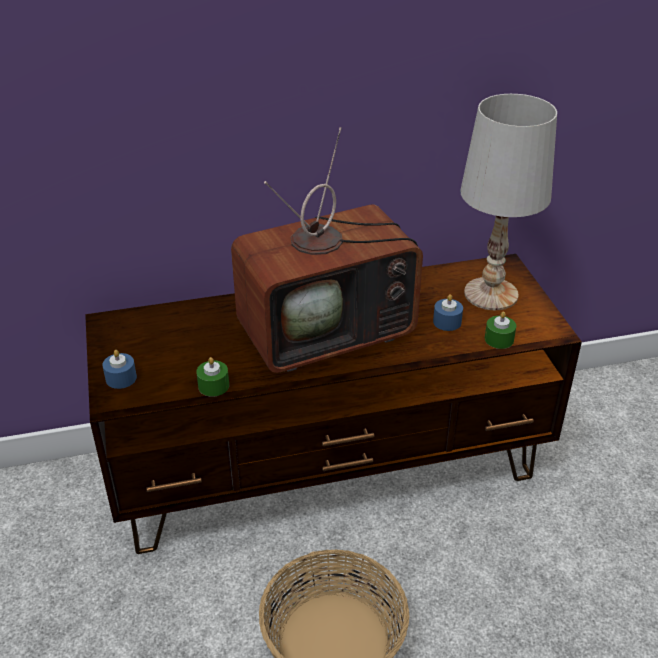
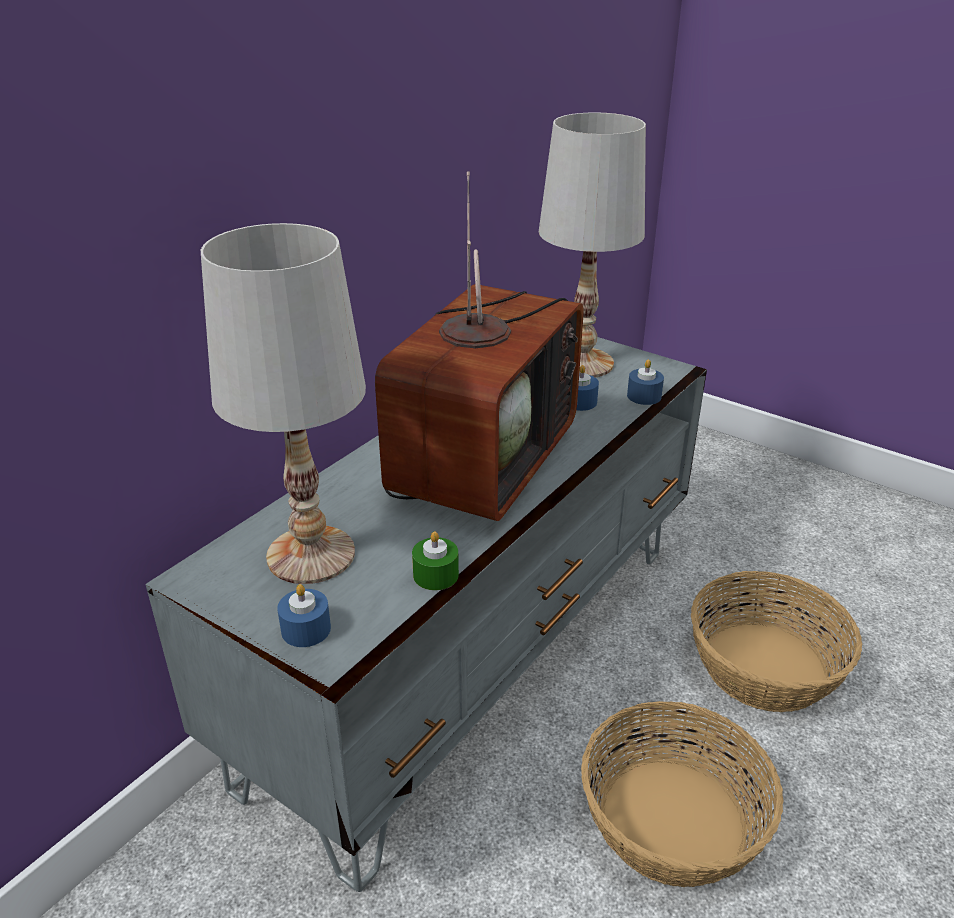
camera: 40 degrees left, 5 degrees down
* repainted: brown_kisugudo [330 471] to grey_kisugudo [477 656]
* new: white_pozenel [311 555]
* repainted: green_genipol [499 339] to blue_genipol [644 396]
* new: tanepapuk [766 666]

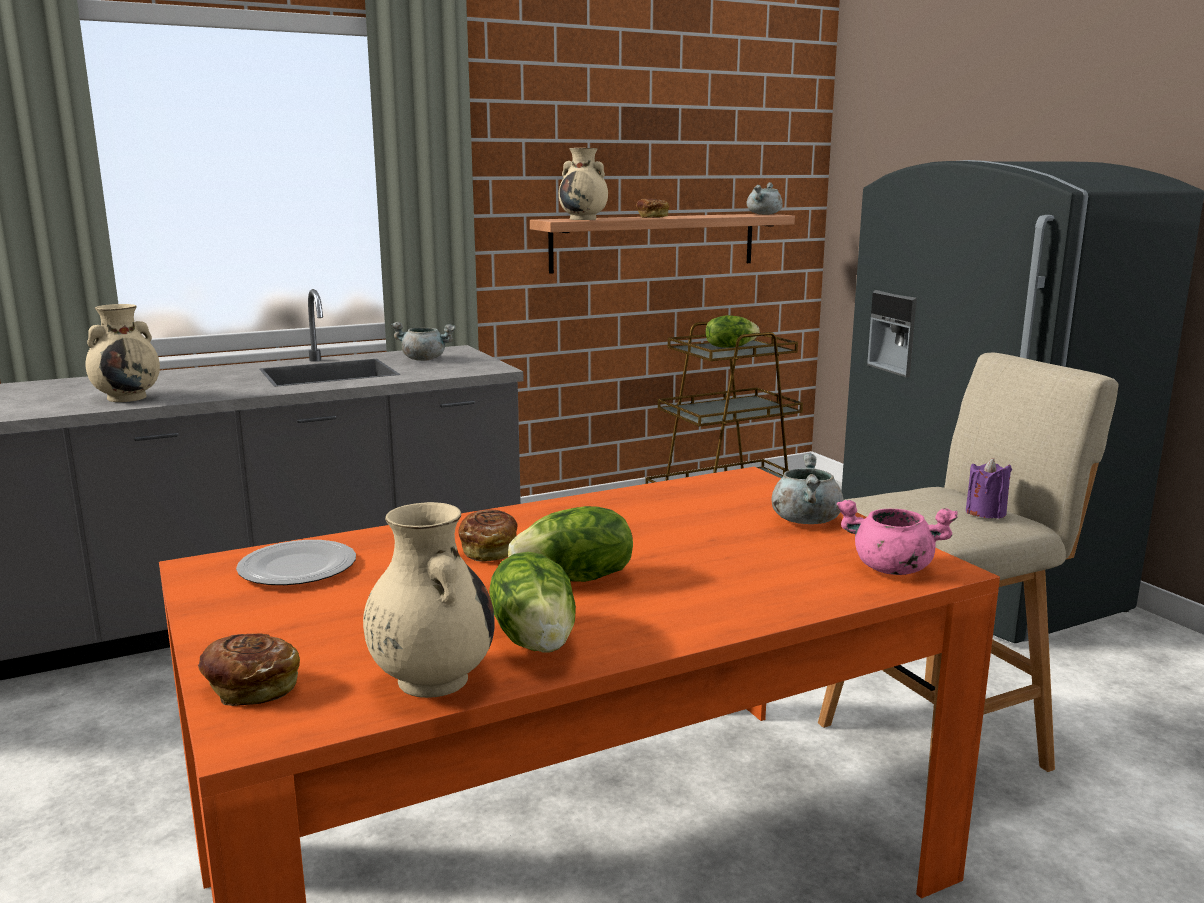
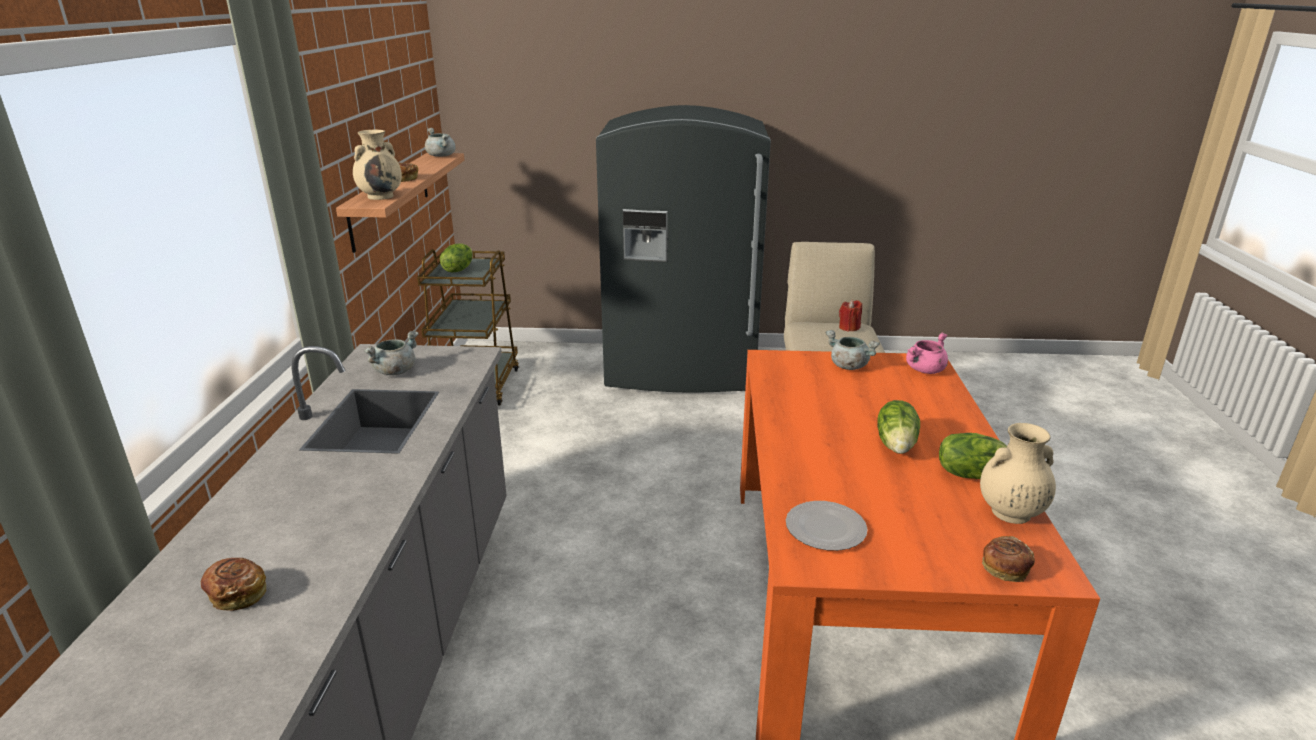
camera: 60 degrees left, 10 degrees up
* shifted: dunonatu [490 550] to [237 594]
* repainted: purple_genipol [985 512] to red_genipol [849 327]
* gone: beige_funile [128 397]

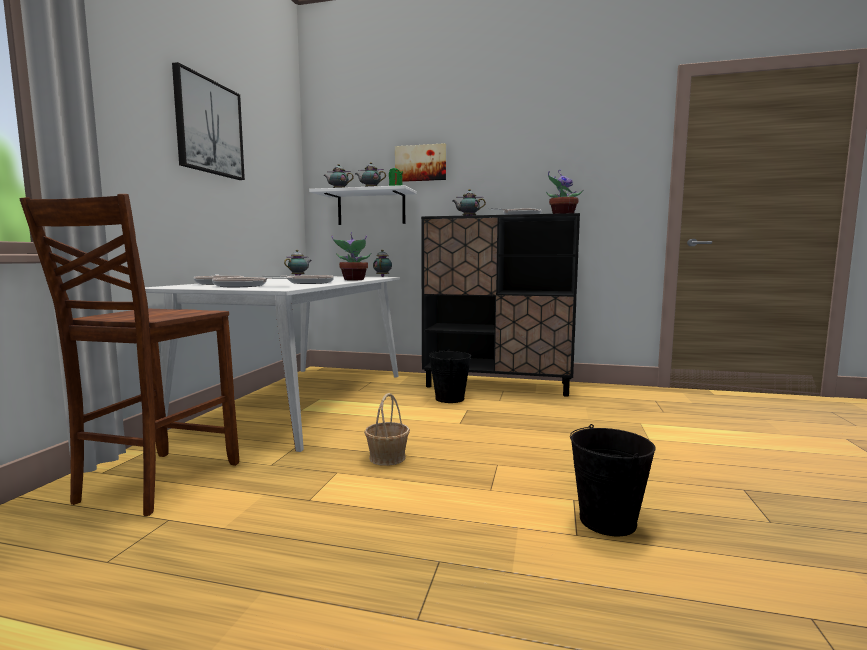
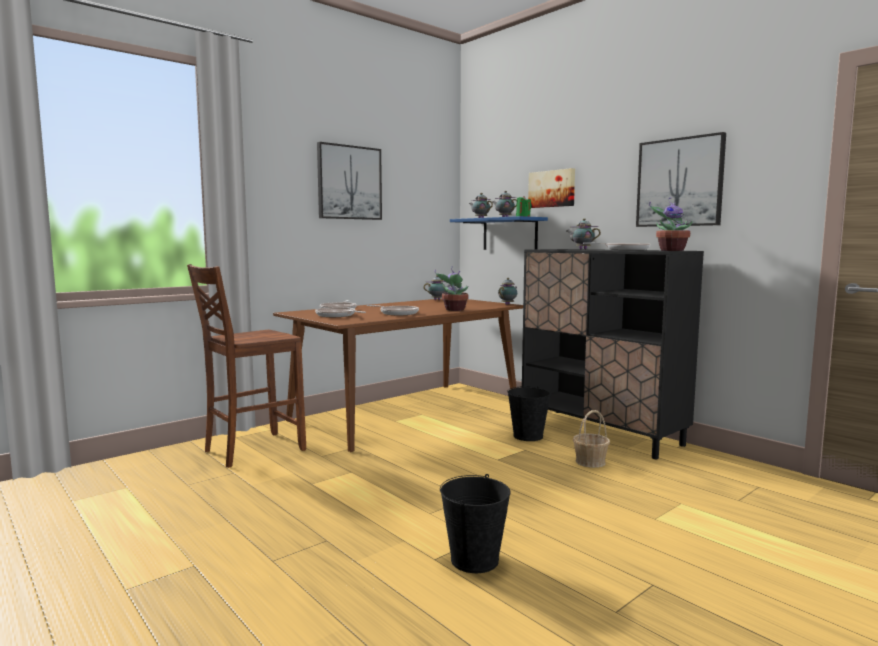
camera: 35 degrees right, 0 degrees up
* repainted: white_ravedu [301 401] to brown_ravedu [406 413]
* repainted: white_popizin [371 208] to blue_popizin [509 234]
* shifted: tanepapuk [387 458] to [590 462]
* new: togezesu [679 182]

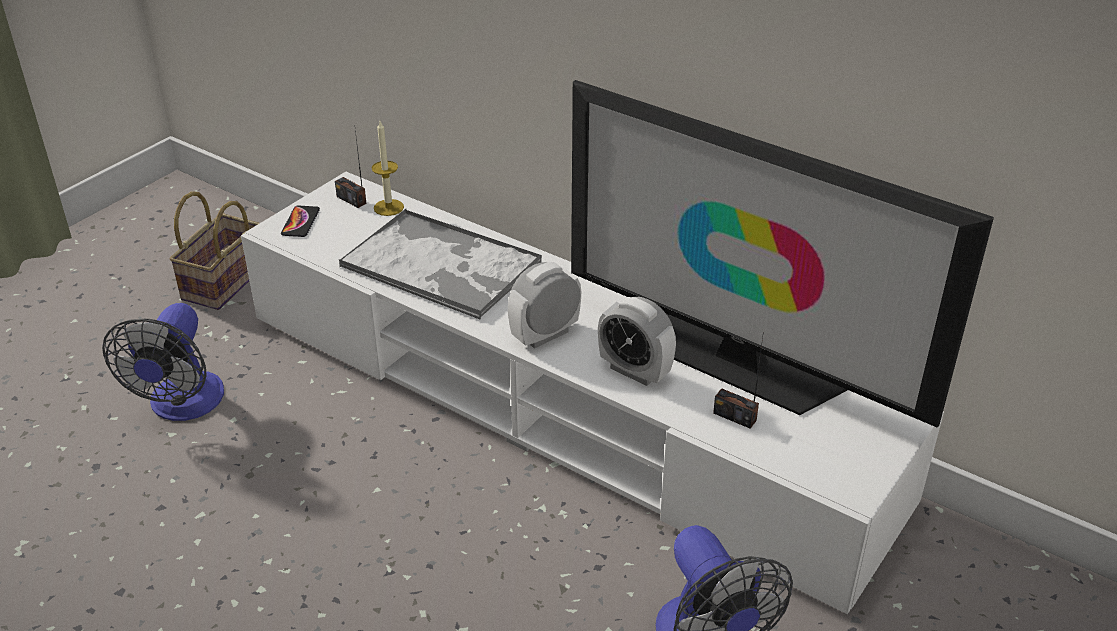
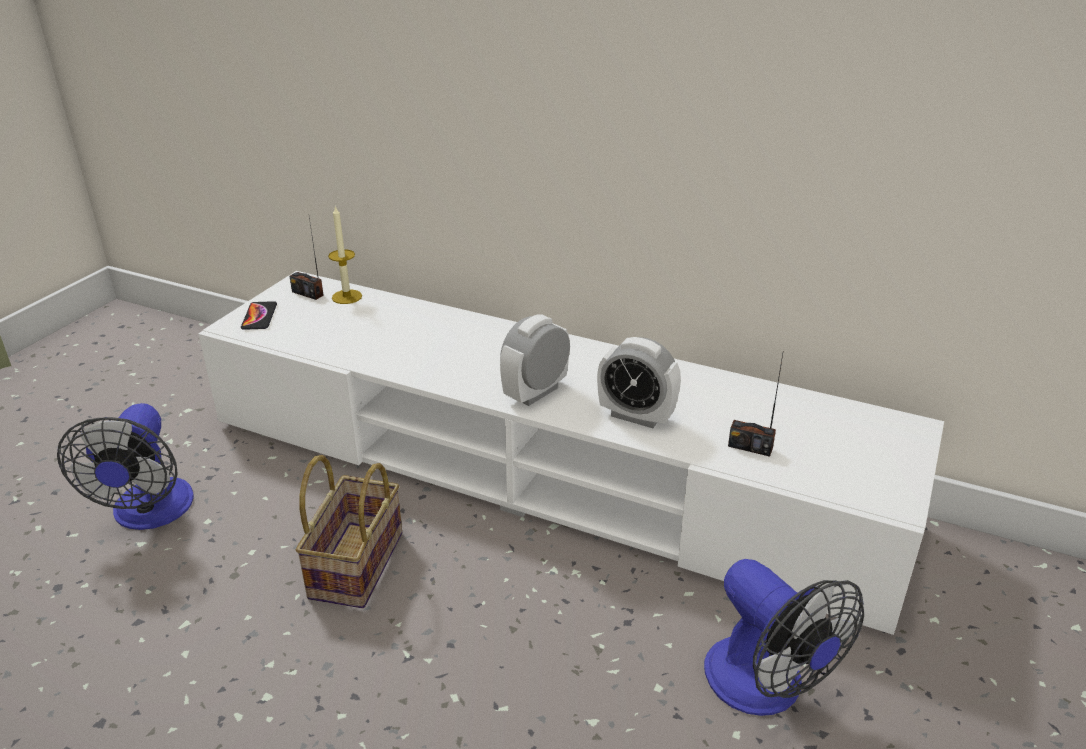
camera: 10 degrees left, 5 degrees down
* shifted: tanepapuk [224 280] to [355 562]
* gone: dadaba [442 265]
* gone: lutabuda [741 362]

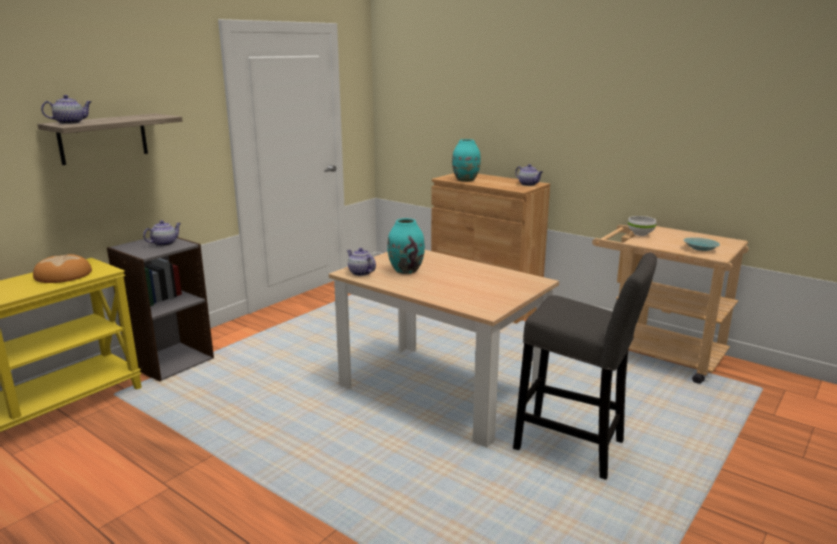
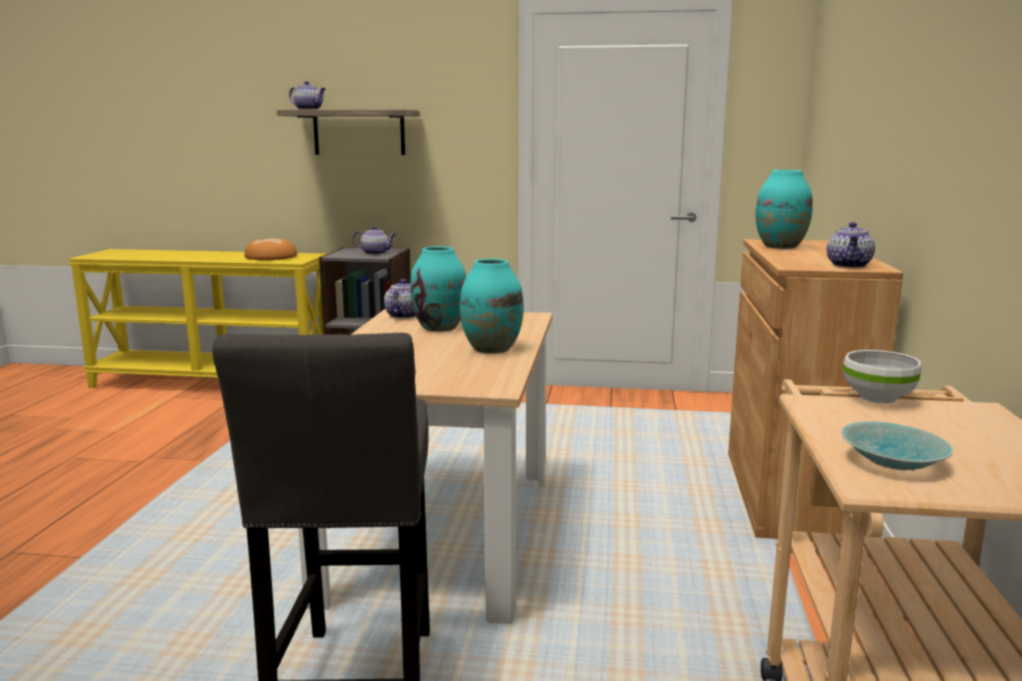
camera: 60 degrees right, 5 degrees down
* new: turquoise_funile [491 349]

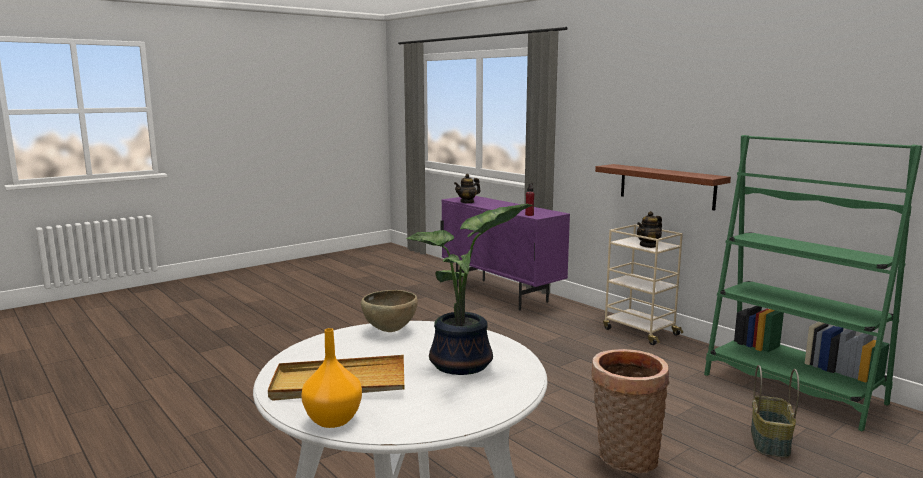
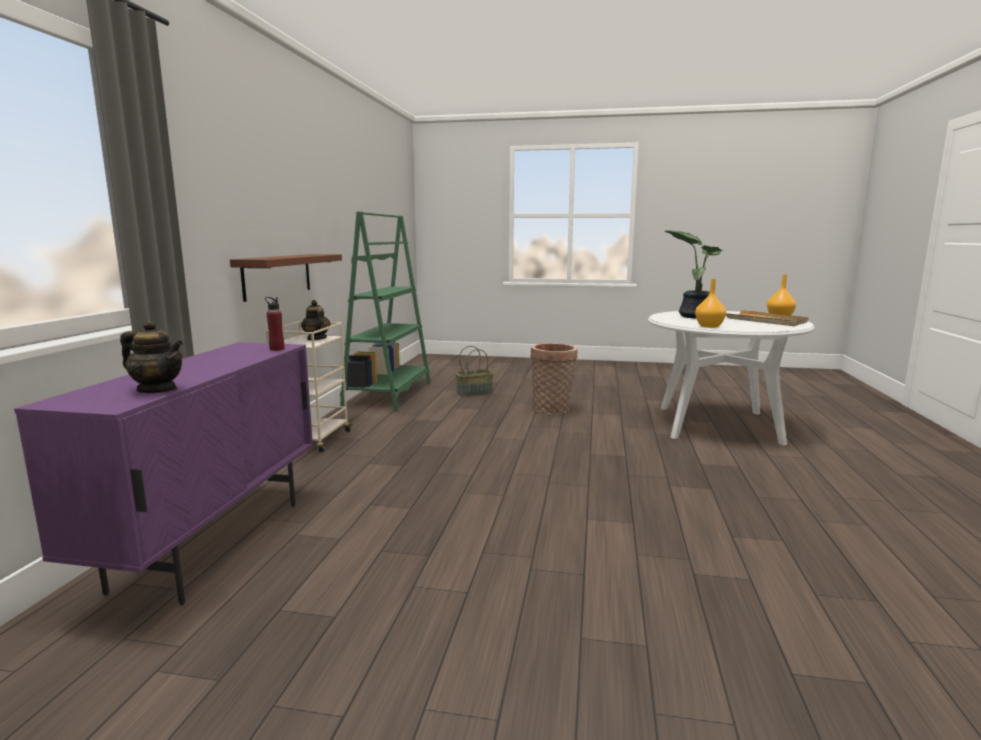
camera: 130 degrees left, 0 degrees up
* rotated: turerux [648 245] = [316 339] 135 degrees counterclockwise
* swapped: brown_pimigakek [390 330] to orange_funile [708 326]

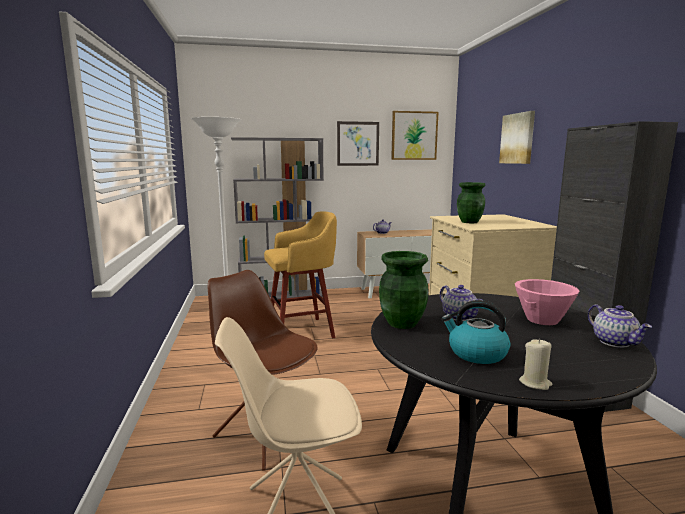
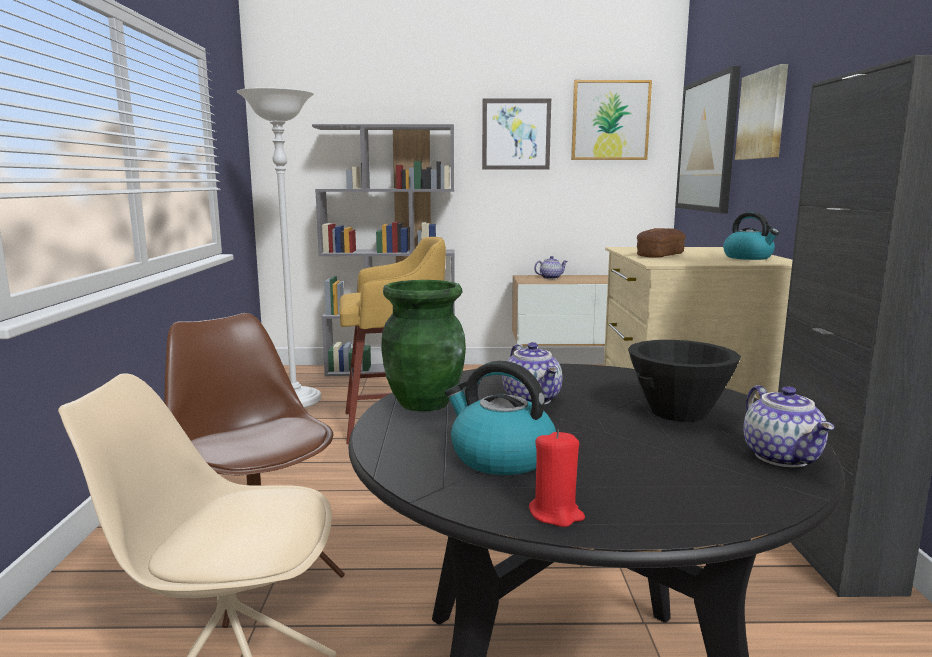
camera: 10 degrees right, 0 degrees up
* repainted: beige_genipol [535 383] to red_genipol [556 514]
* repainted: pink_pimigakek [541 319] to black_pimigakek [677 412]
* swapped: green_funile [470 222] to dunonatu [660 255]
* new: togezesu [707 145]
* new: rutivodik [748 257]

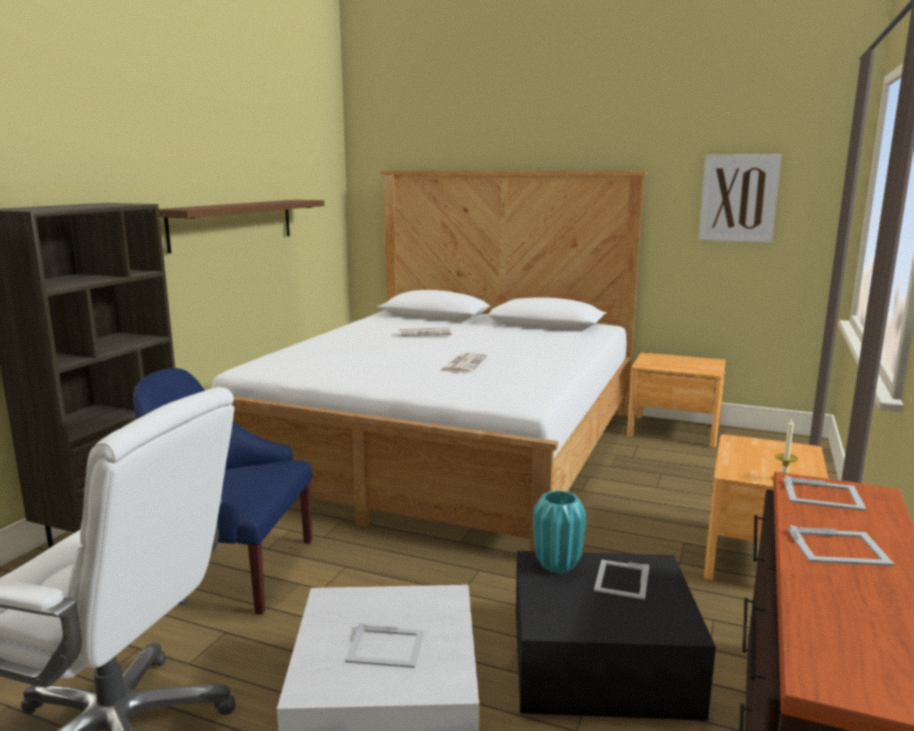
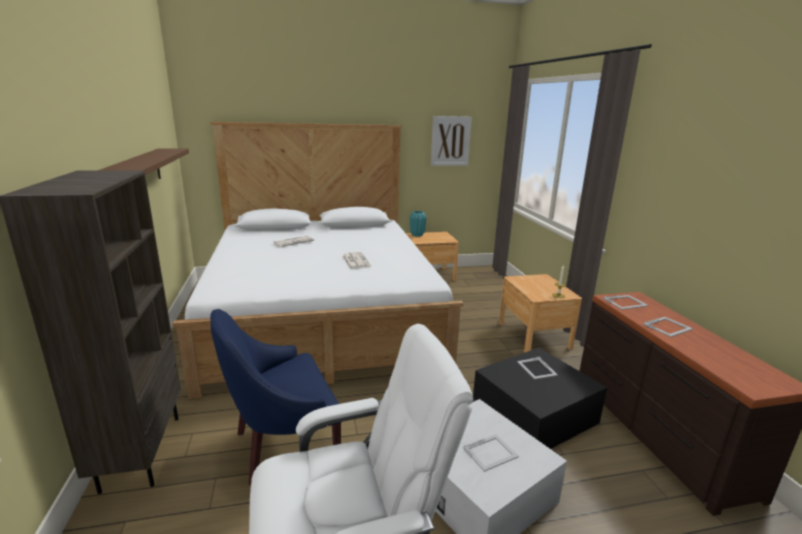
camera: 35 degrees left, 5 degrees up
* shifted: turquoise_funile [557 565] to [417 235]

